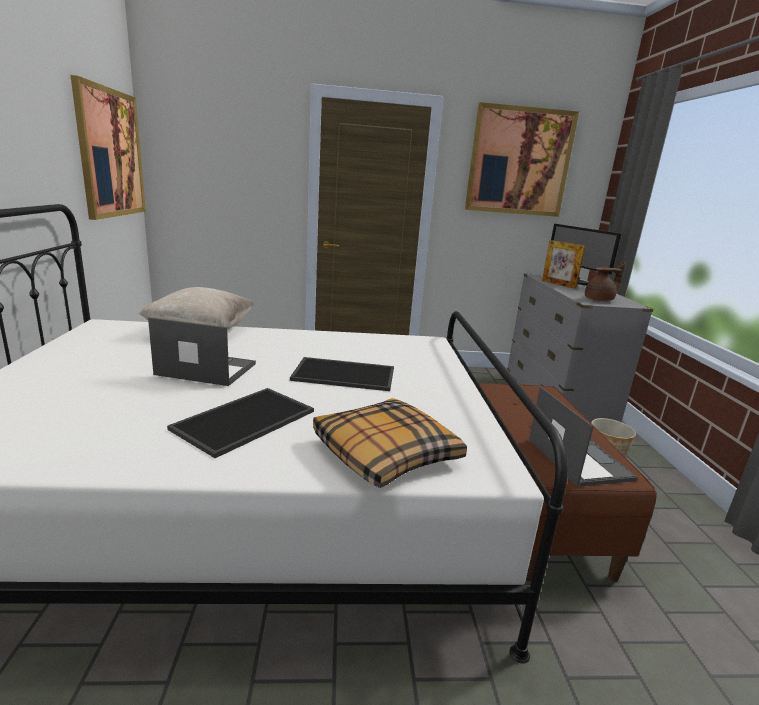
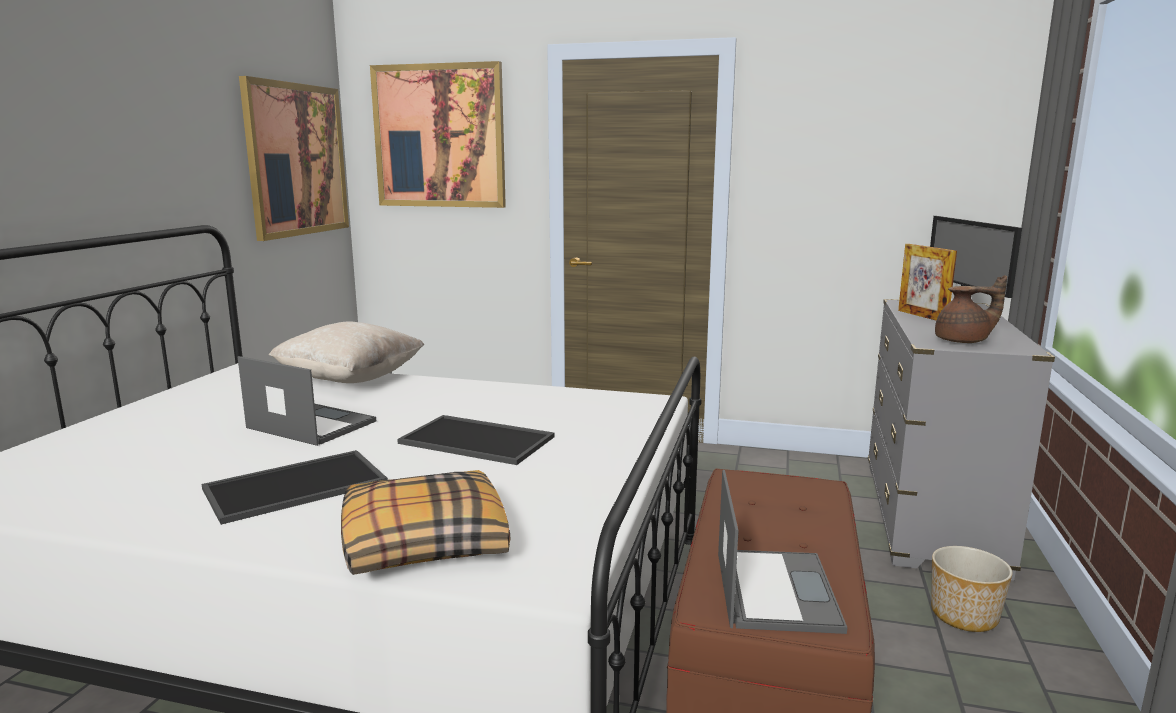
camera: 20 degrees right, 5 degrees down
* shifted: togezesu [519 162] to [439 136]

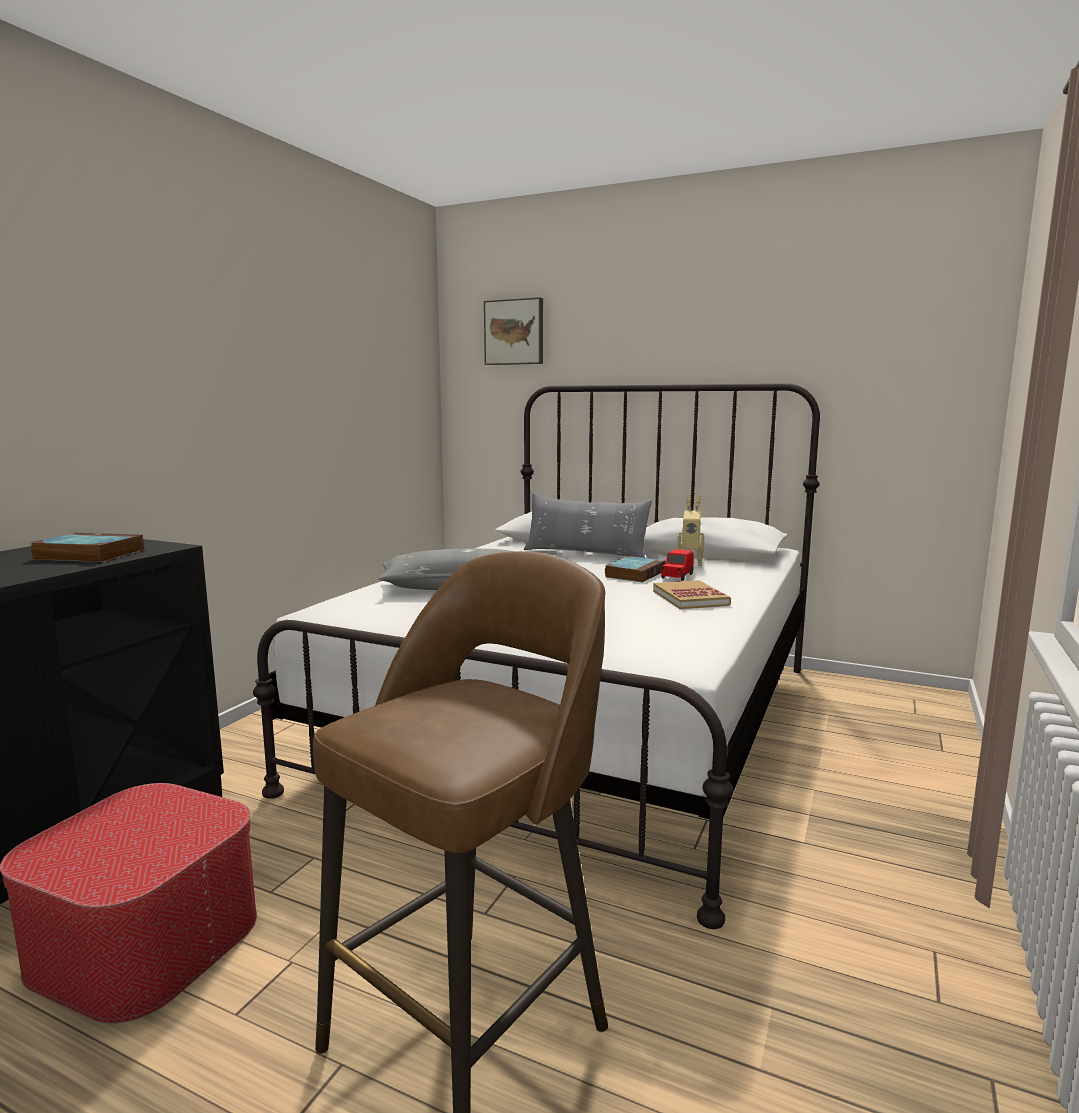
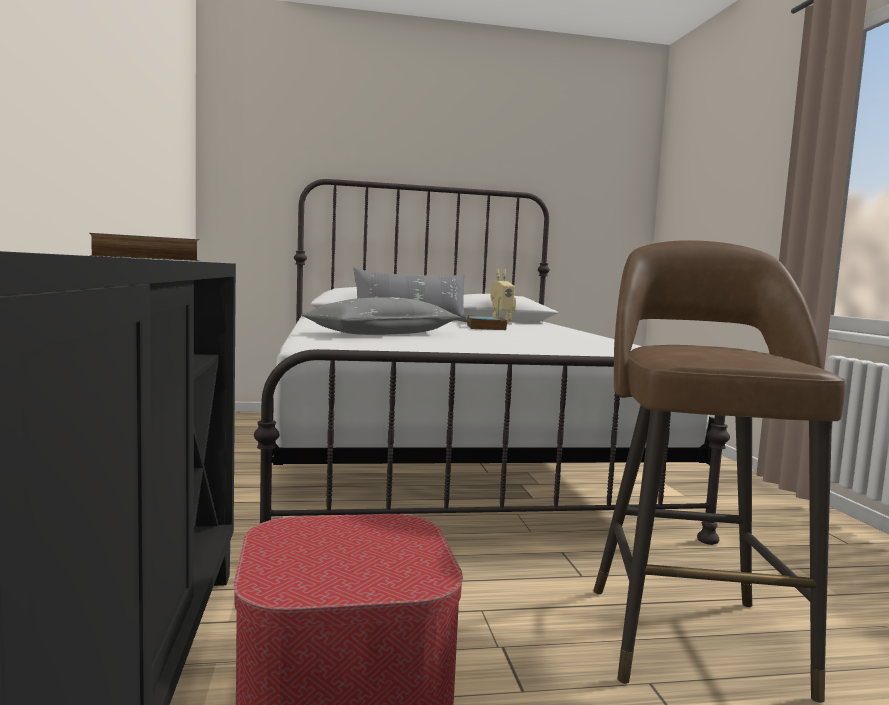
camera: 35 degrees left, 5 degrees down
* gone: togezesu [515 332]
* gone: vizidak [690 598]
* gone: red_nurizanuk [677 576]

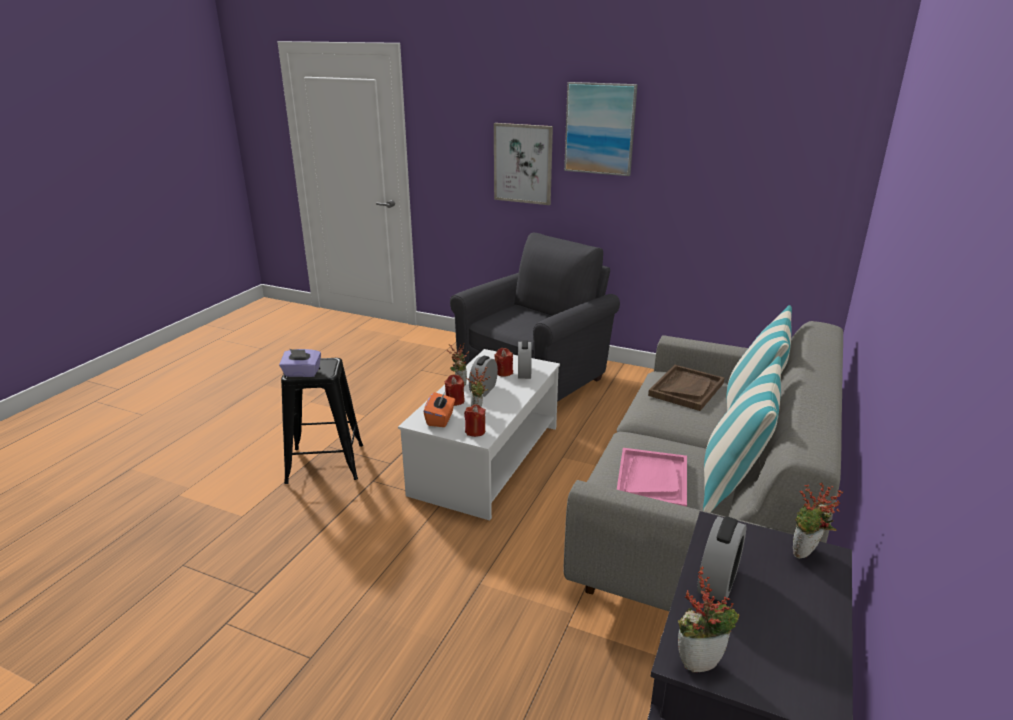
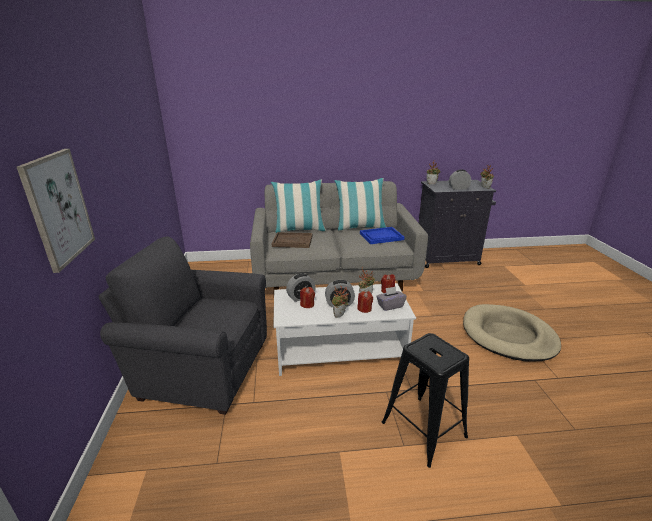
camera: 120 degrees left, 0 degrees up
* repainted: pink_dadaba [651 481] to blue_dadaba [381 236]
* repainted: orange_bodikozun [440 419] to grey_bodikozun [390 306]
* new: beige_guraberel [508 336]
* gone: purple_bodikozun [302 373]
* gone: togezesu [600 128]

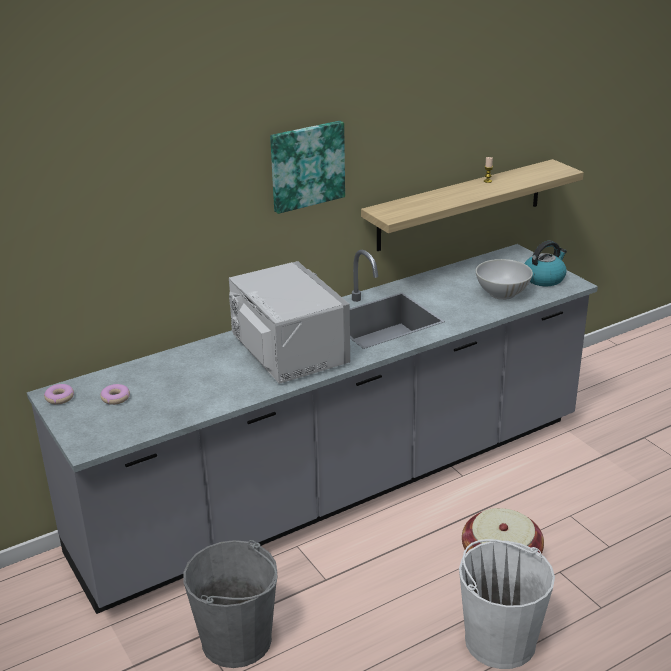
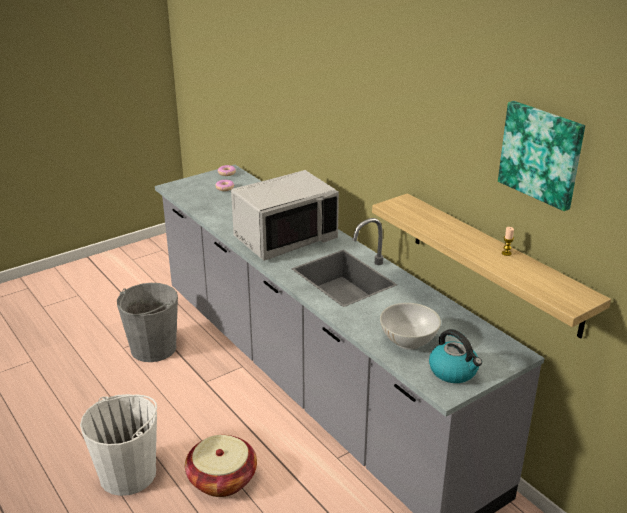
camera: 85 degrees right, 0 degrees up
* shifted: togezesu [306 165] to [542 154]

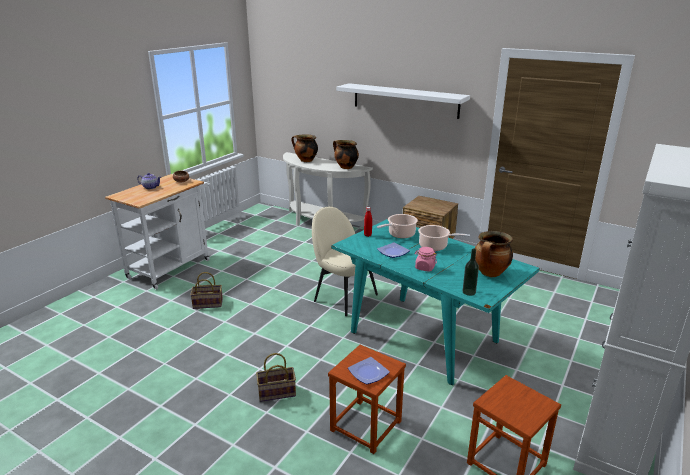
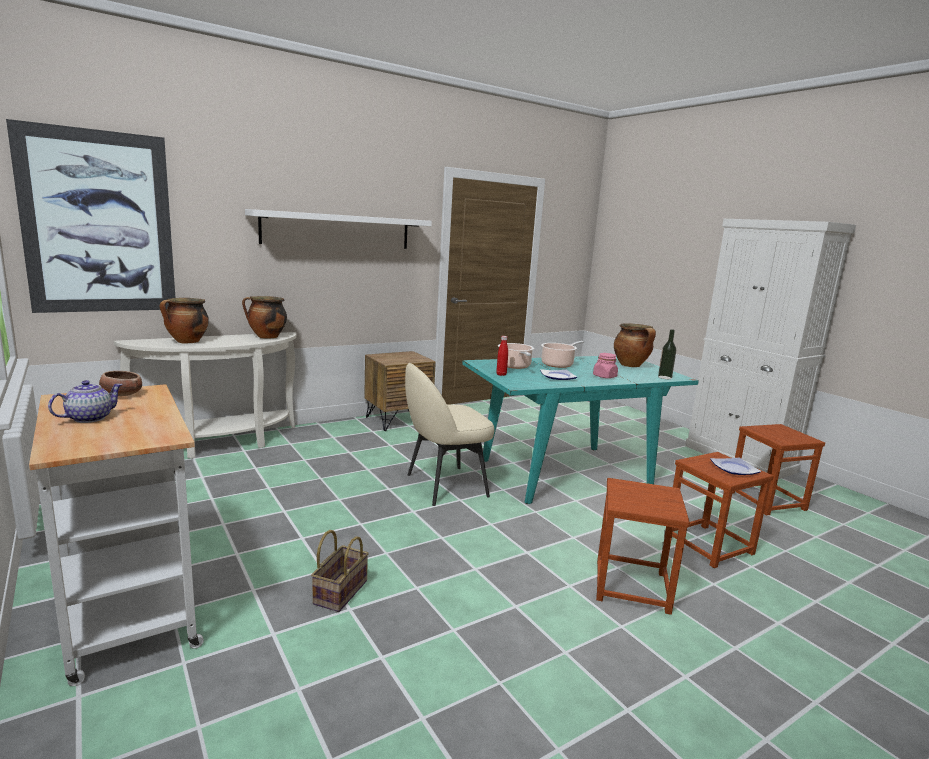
camera: 65 degrees left, 10 degrees down
* new: togezesu [99 223]
* swapped: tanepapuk [276 393] to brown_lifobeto [632 586]

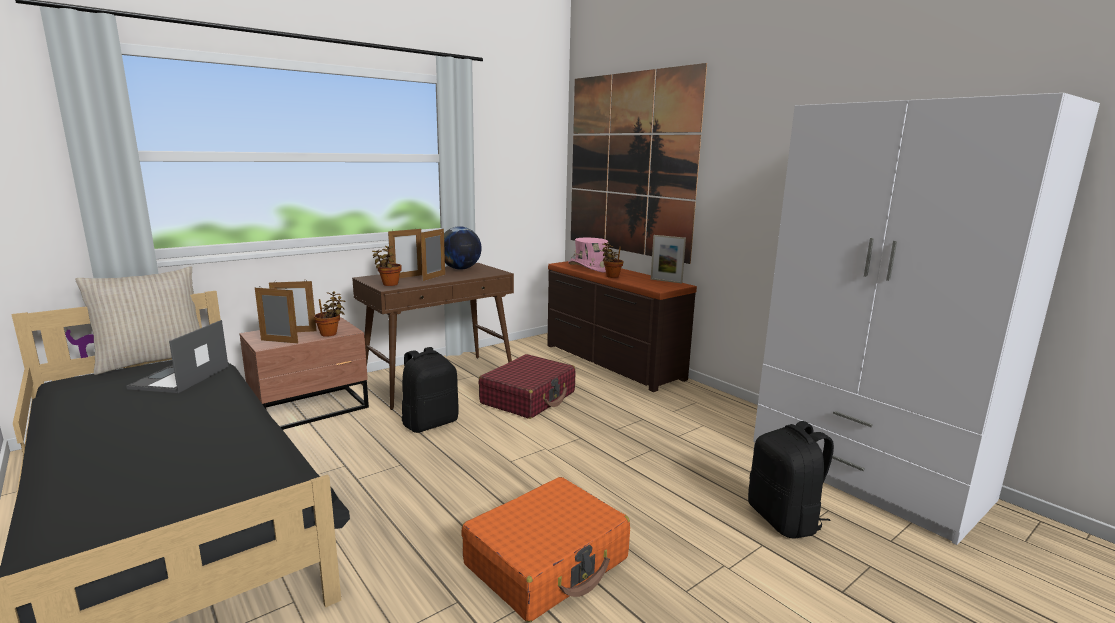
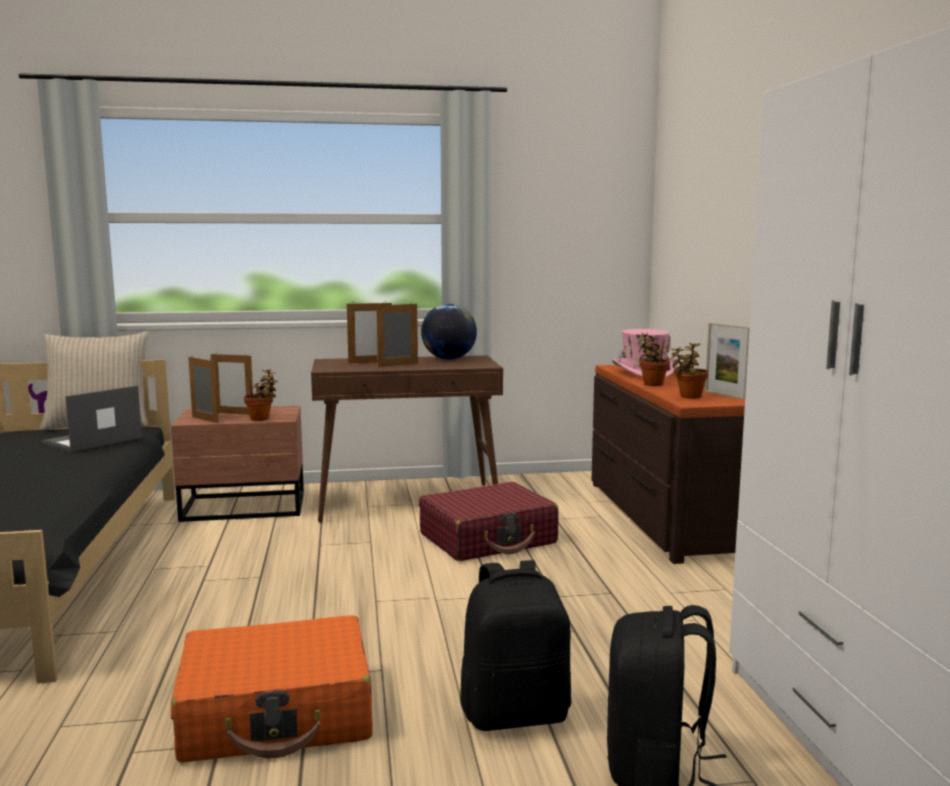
camera: 30 degrees right, 5 degrees down
* shifted: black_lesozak [430 423] to [515 713]
* shifted: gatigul [389 284] to [688 397]
* gone: togezesu [629 164]

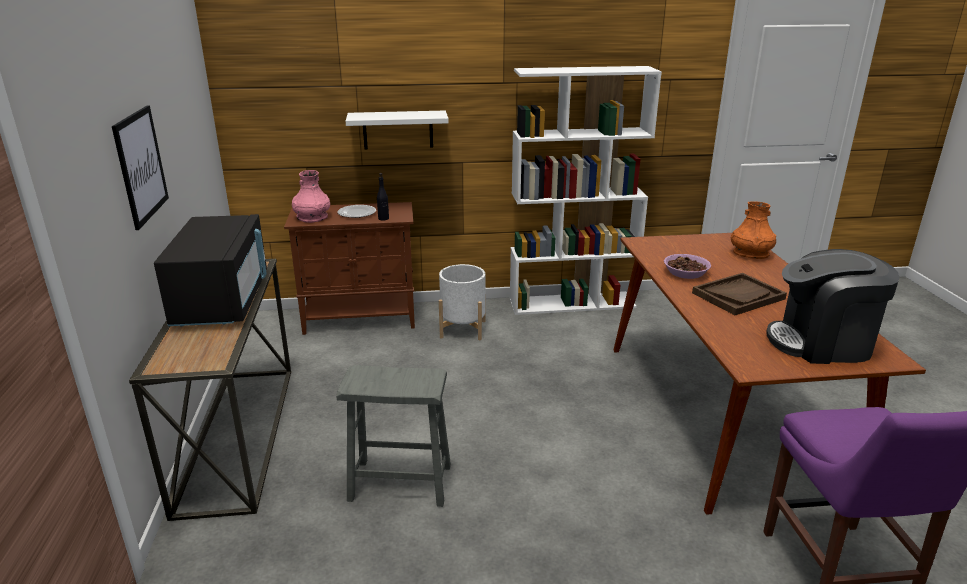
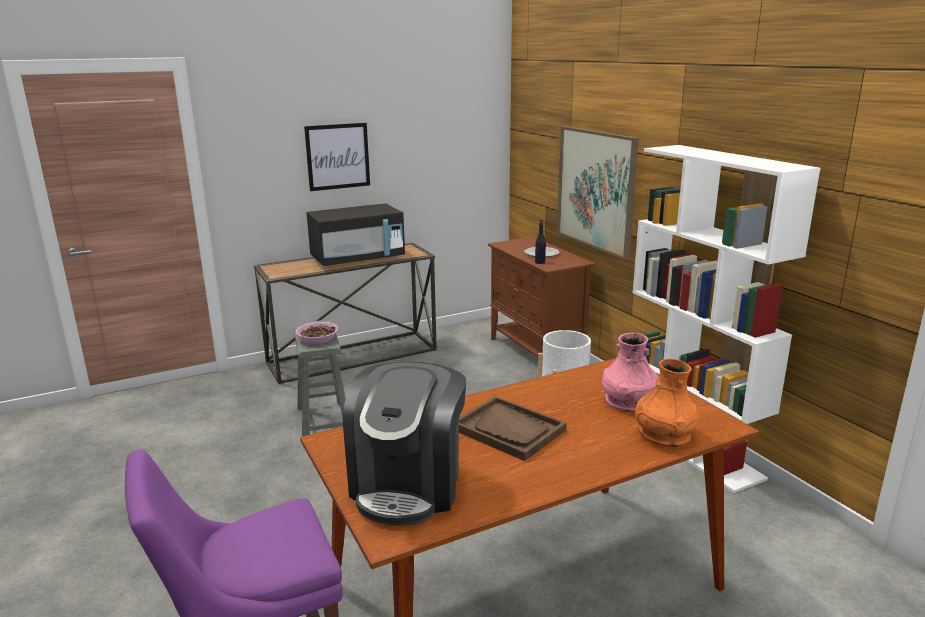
camera: 70 degrees right, 5 degrees down
* shifted: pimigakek [685 273] to [317 338]
* rotated: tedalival [821 343] = [408 484] 150 degrees counterclockwise
* swapped: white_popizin [398 130] to togezesu [596 189]
* shifted: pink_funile [312 217] to [628 401]

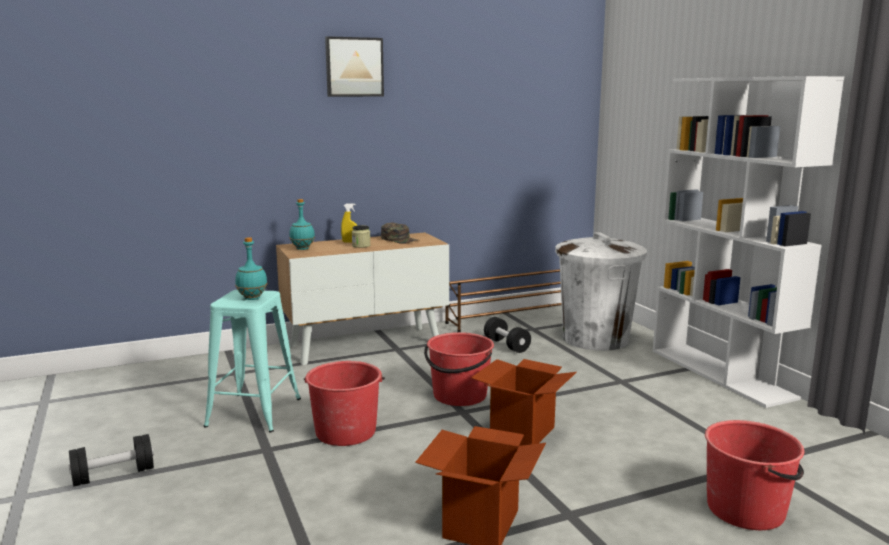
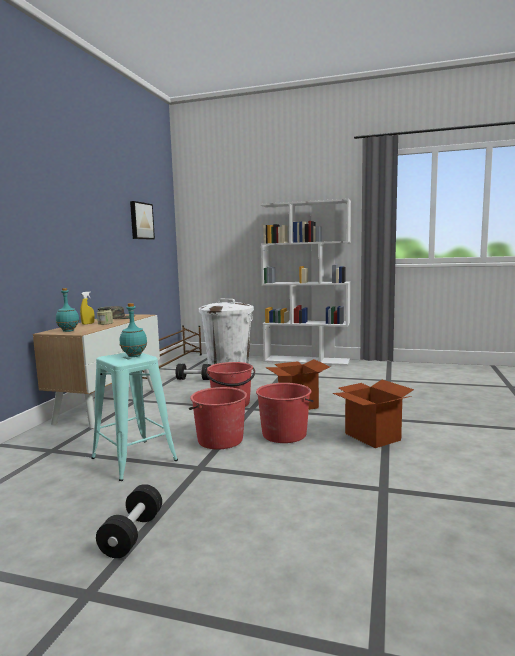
camera: 50 degrees left, 5 degrees down
* shifted: togezesu [354 67] to [141 221]
* shifted: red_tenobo [746 509] to [284 434]

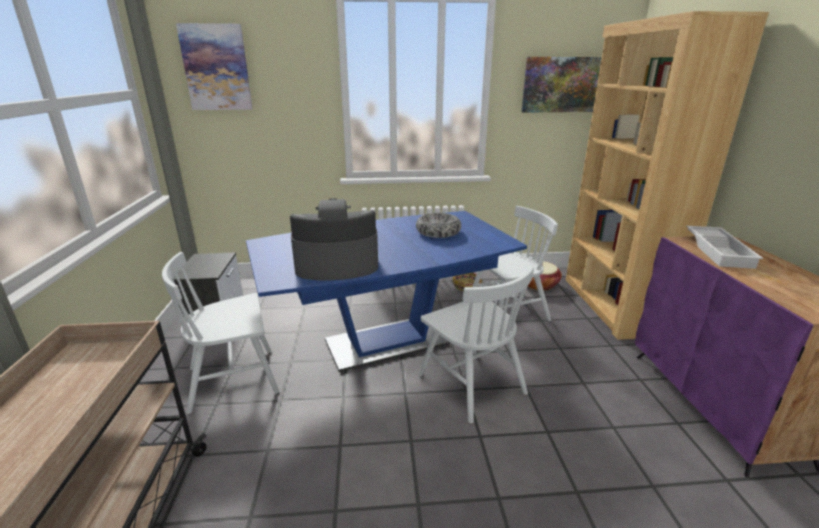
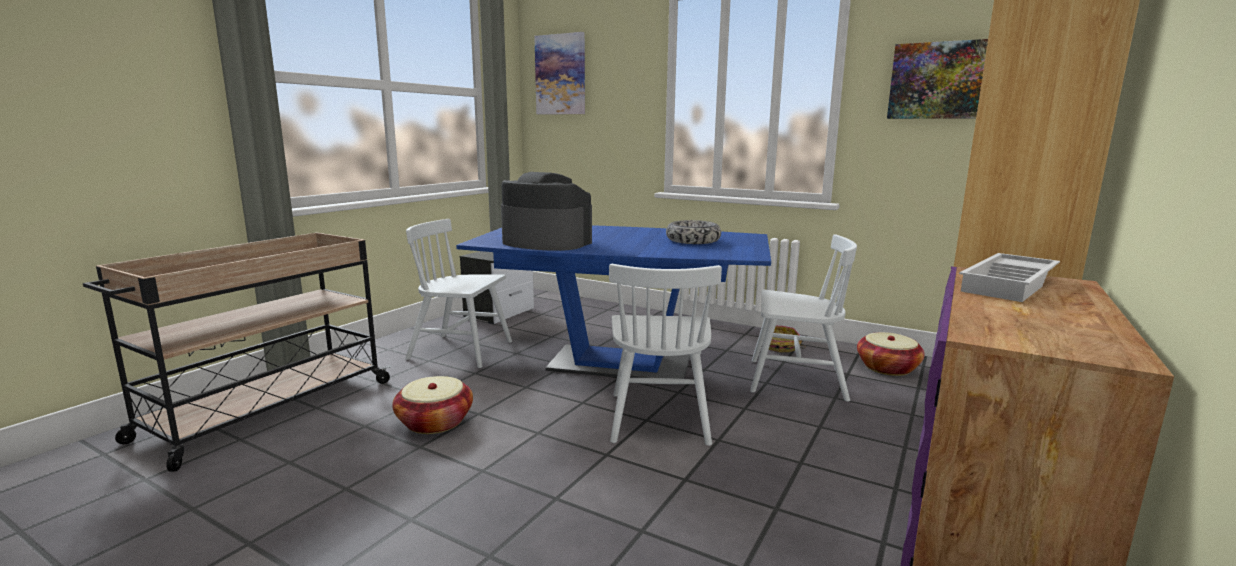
camera: 35 degrees right, 10 degrees down
* new: tanepapuk [435 422]

